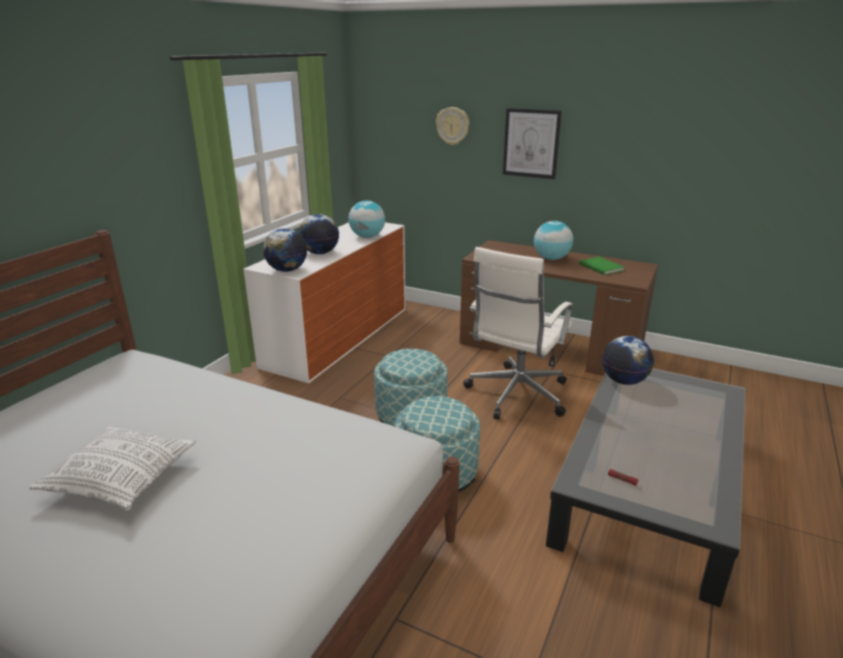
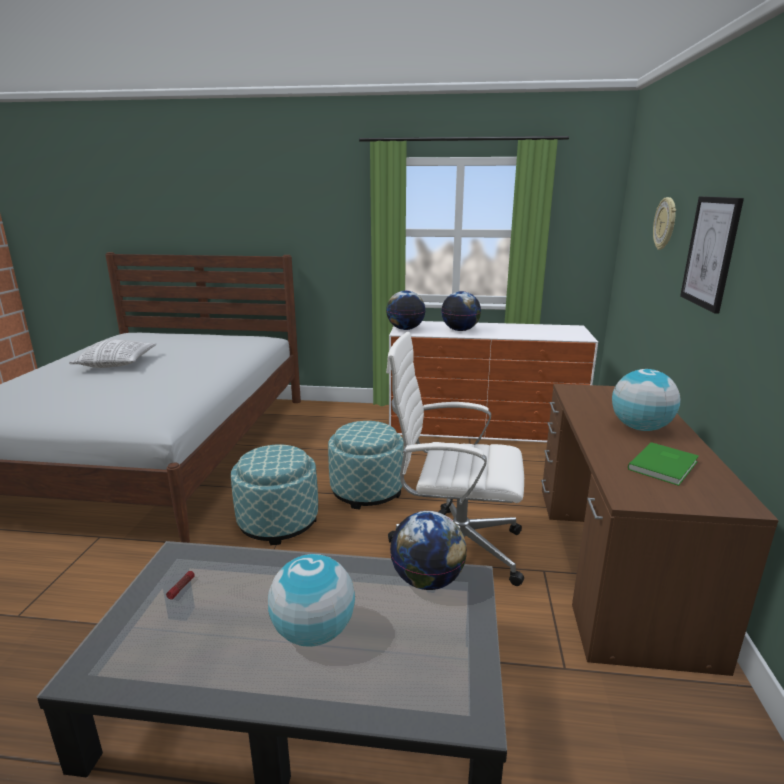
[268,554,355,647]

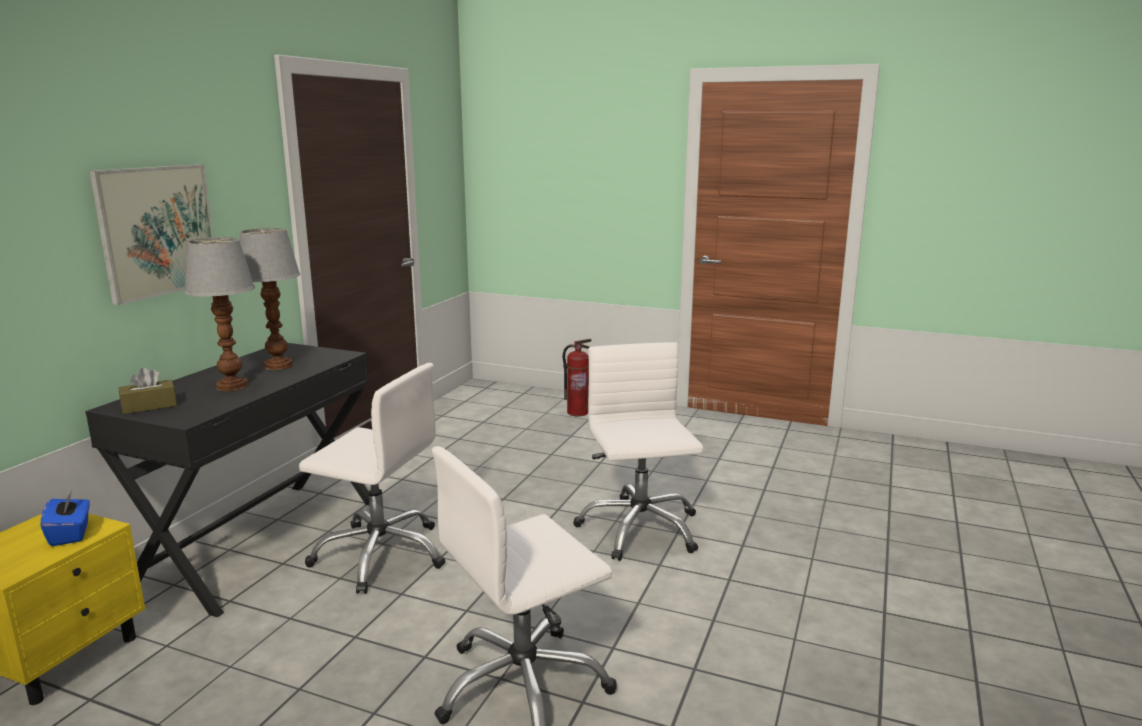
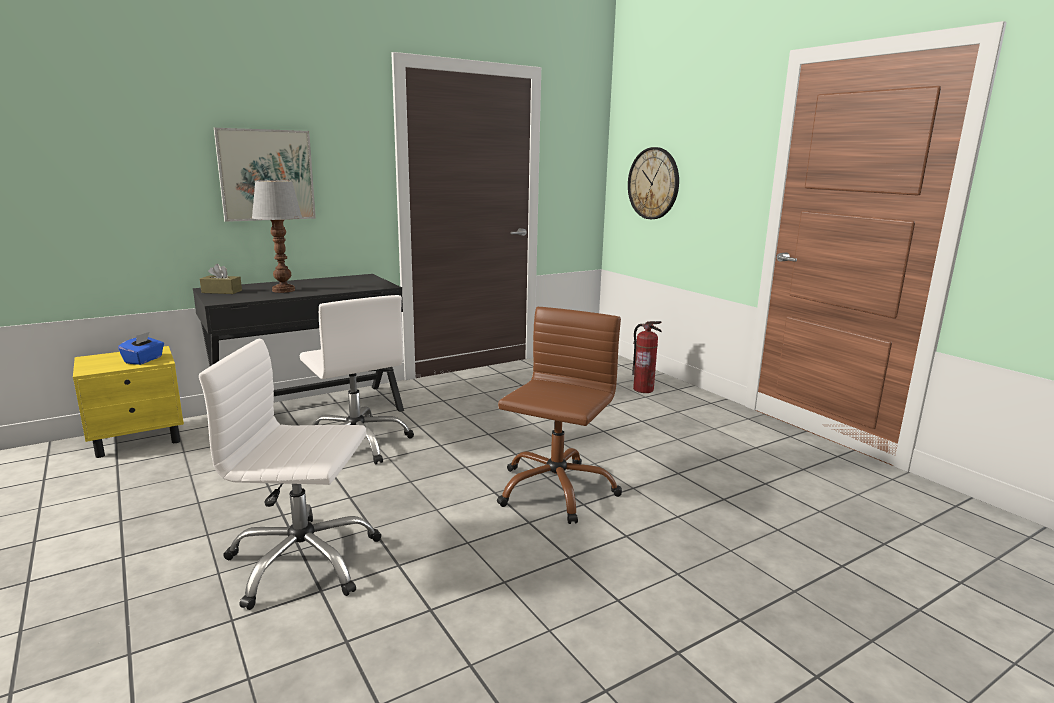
[240,228,301,370] (first image)
[628,147,679,219]
[497,307,622,524]

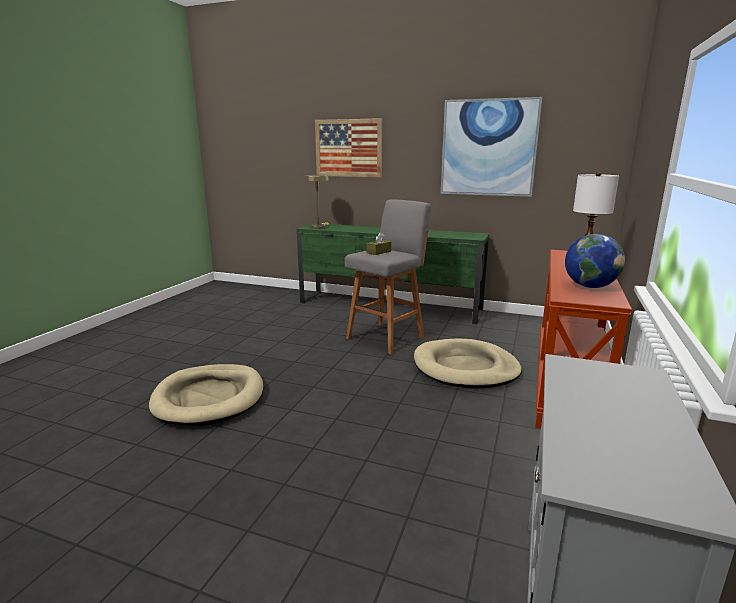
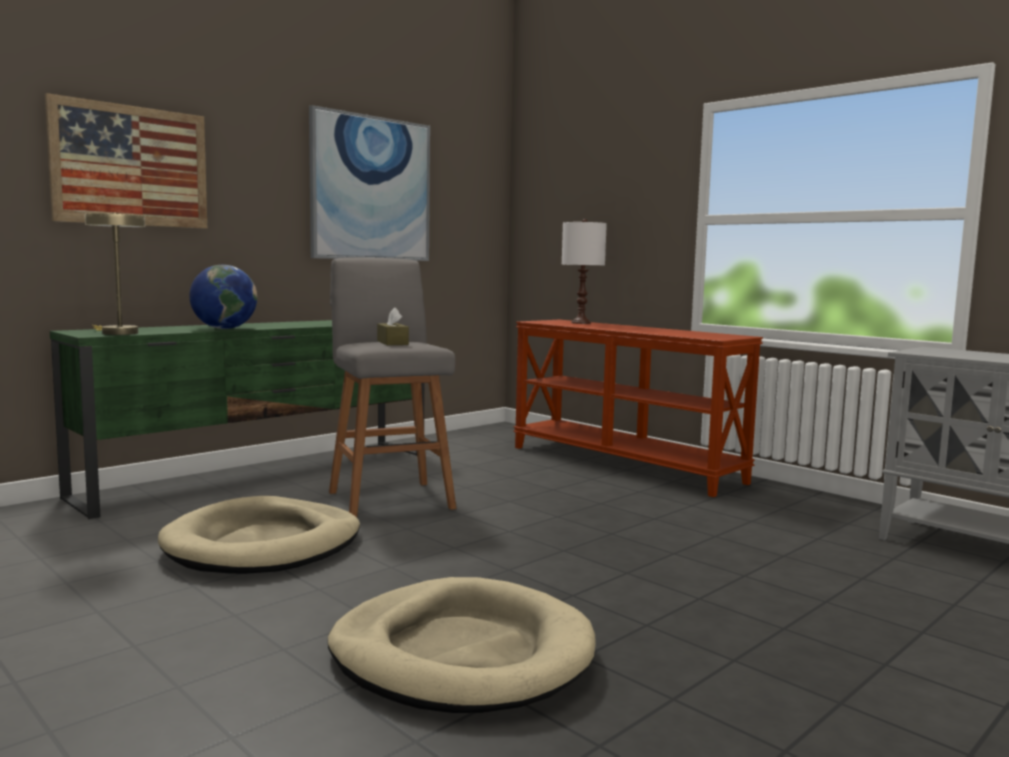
[158,496,360,574]
[189,265,257,329]

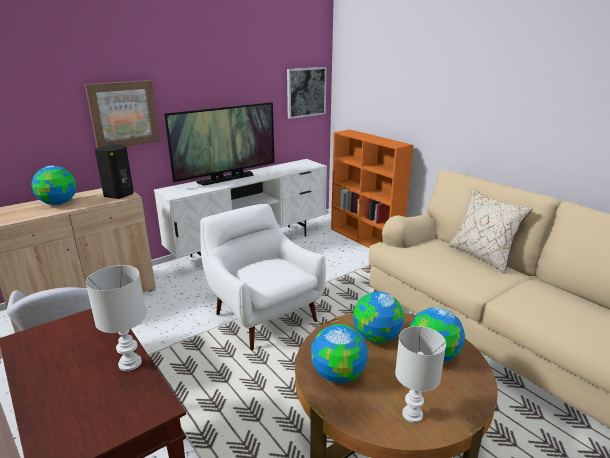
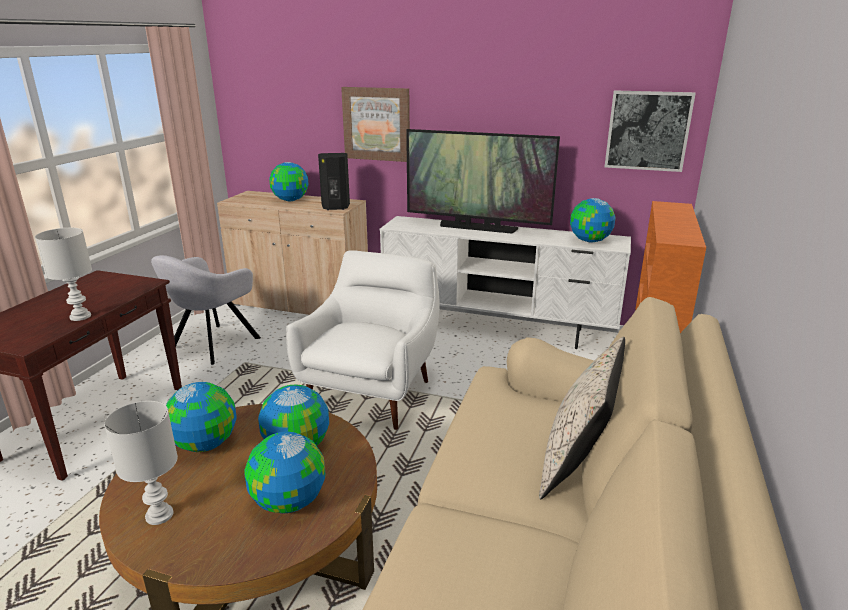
[570,198,616,243]

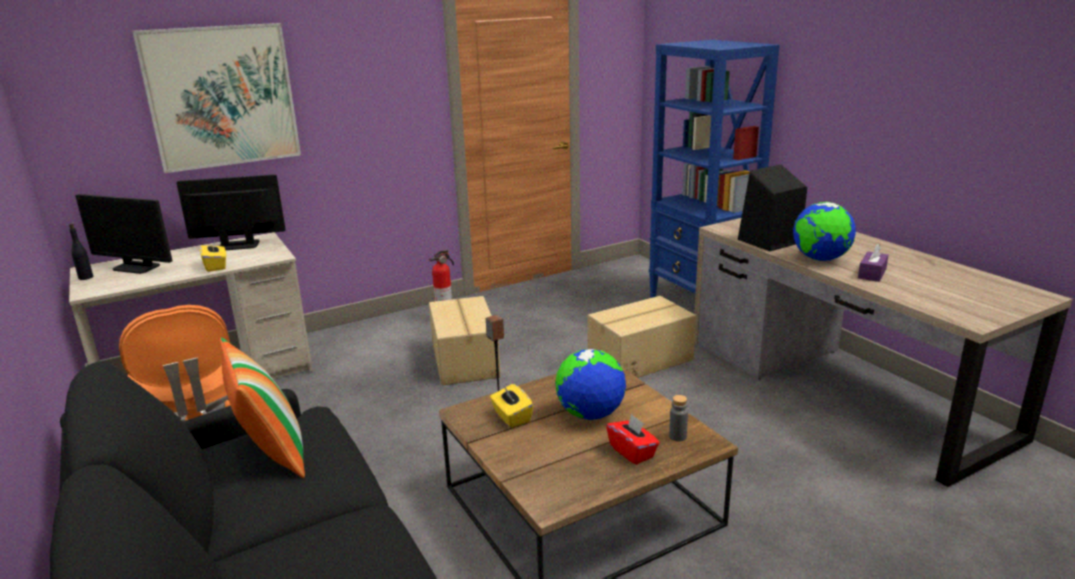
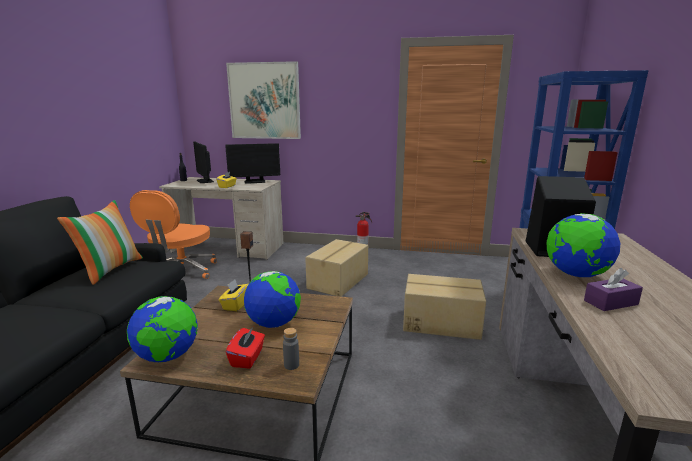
[127,296,198,362]
[225,143,280,184]

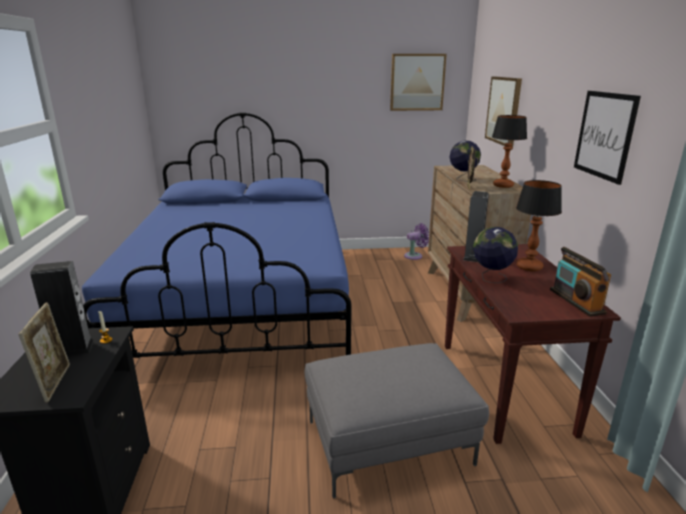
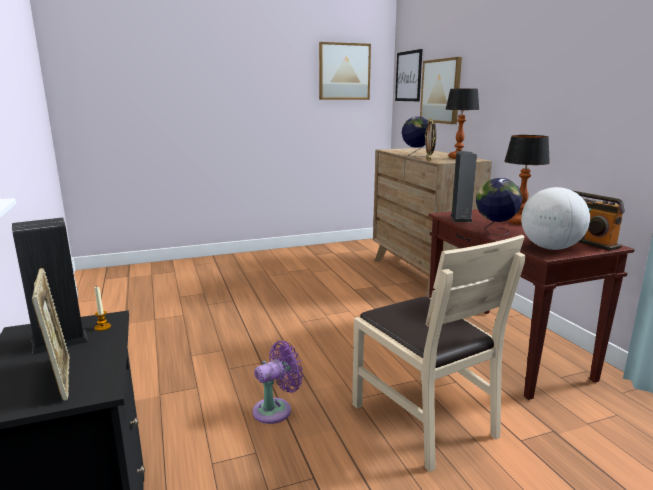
[82,112,351,358] (first image)
[521,187,590,250]
[253,341,303,424]
[395,49,423,101]
[352,235,525,472]

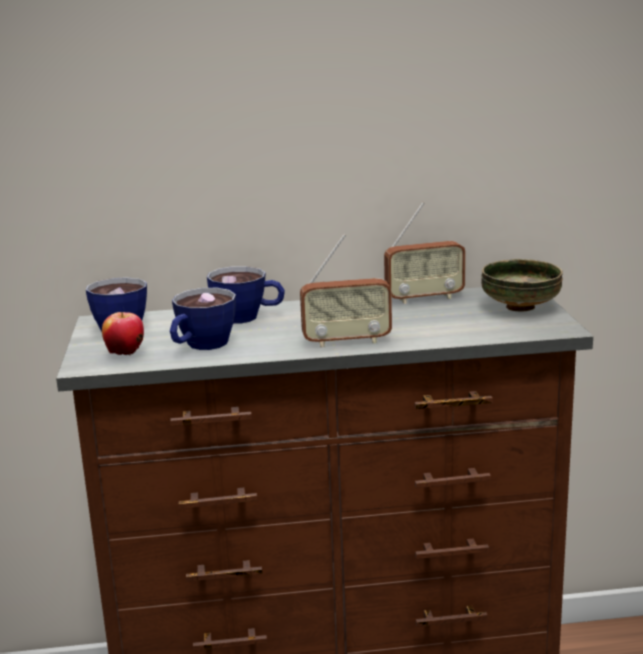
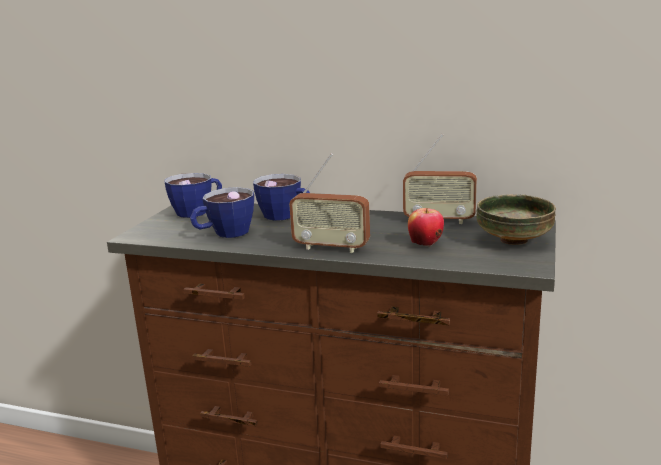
[408,208,444,247]

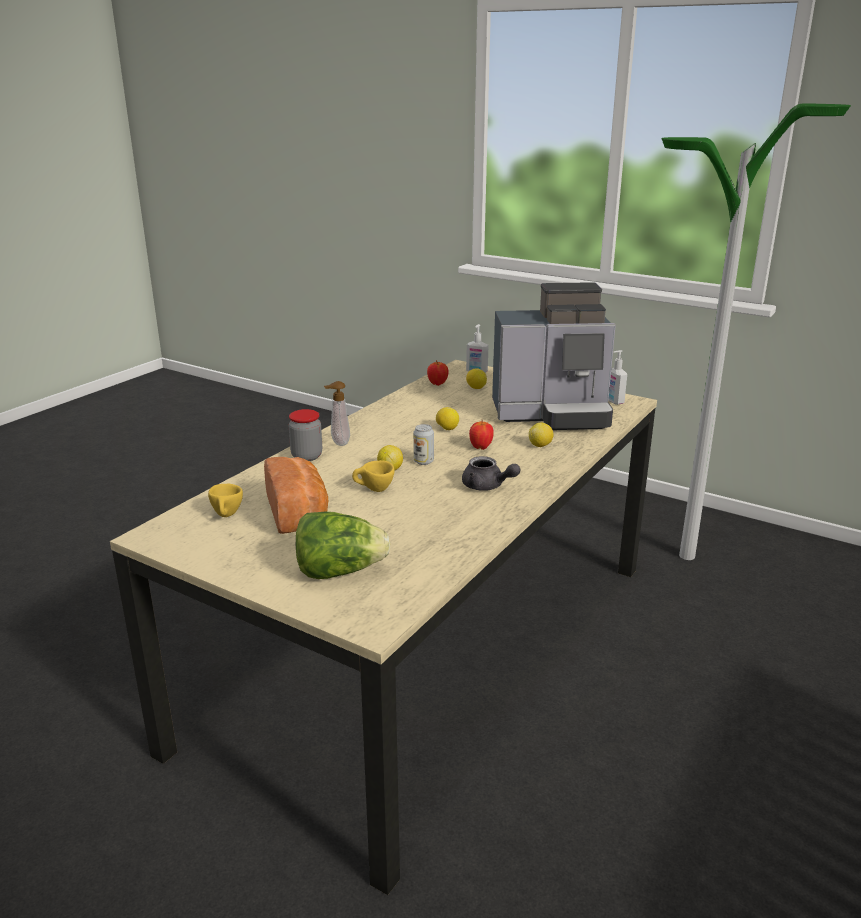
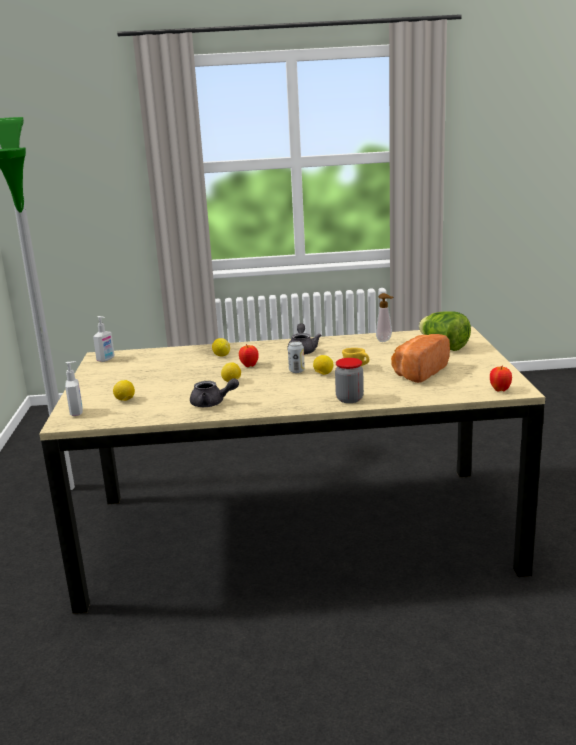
[208,484,243,517] (first image)
[492,282,616,430] (first image)
[190,378,239,407]
[376,293,393,342]
[490,367,512,392]

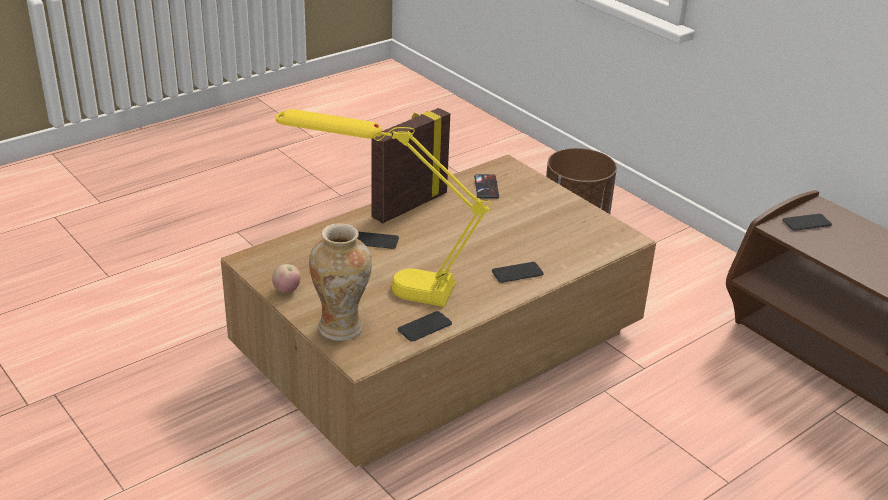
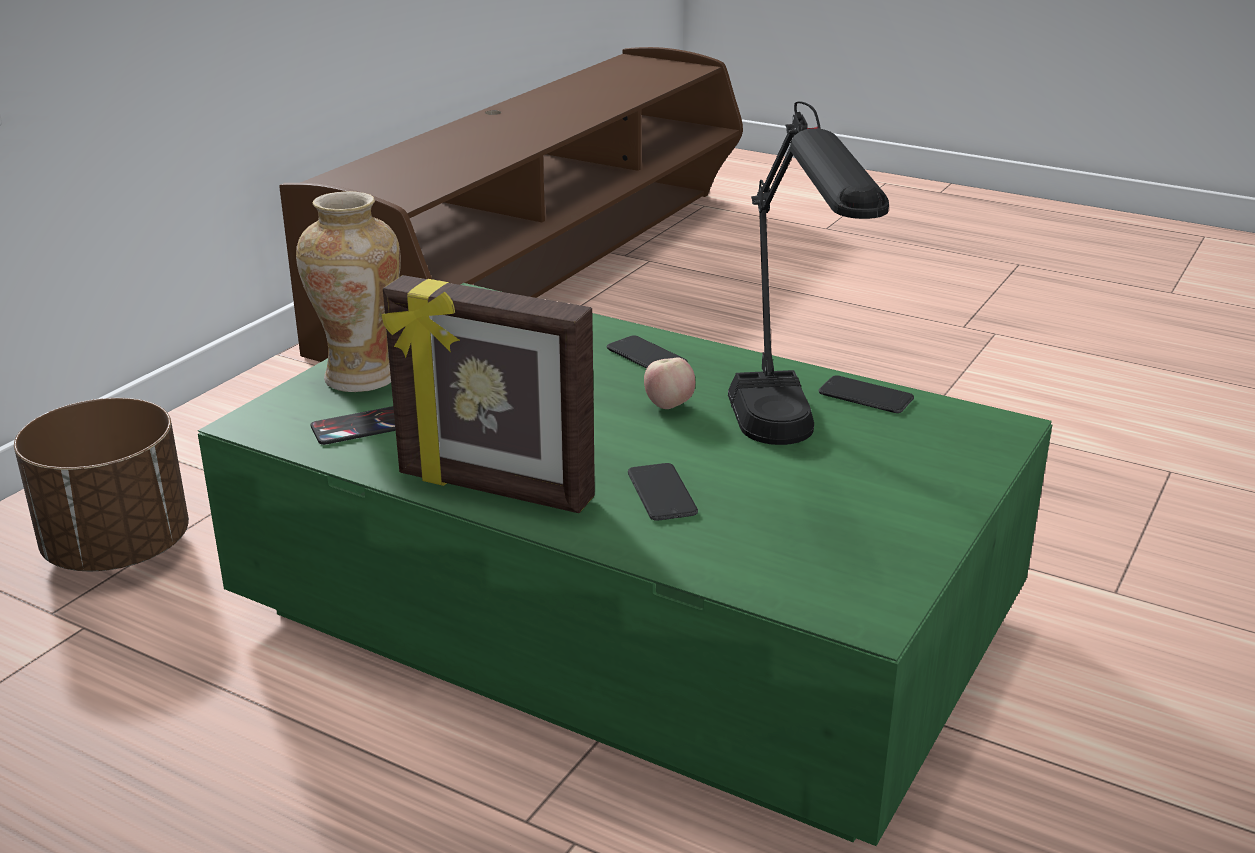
[782,214,832,231] (first image)
[644,357,695,409]
[296,191,401,392]
[198,283,1052,846]
[728,101,889,445]

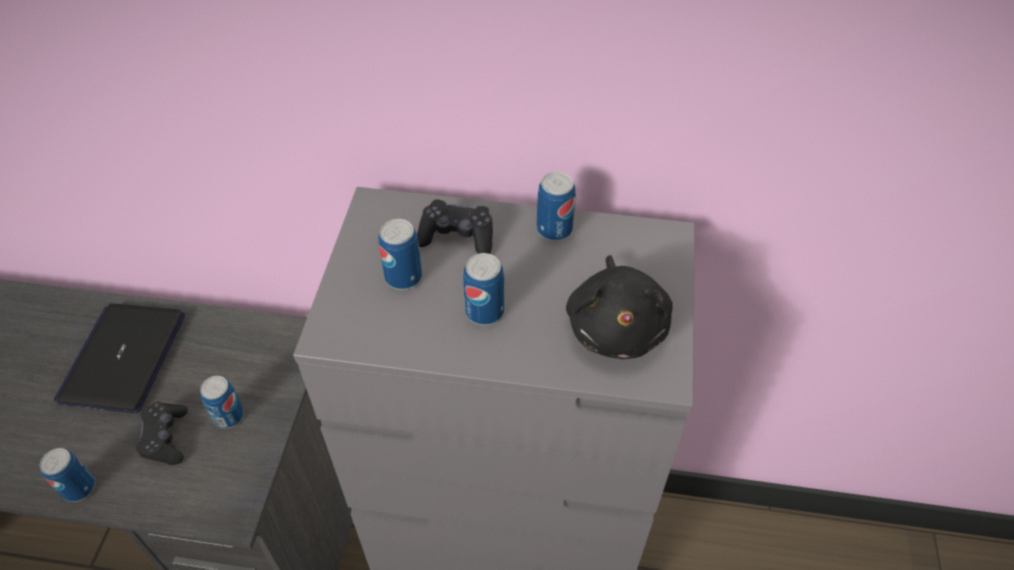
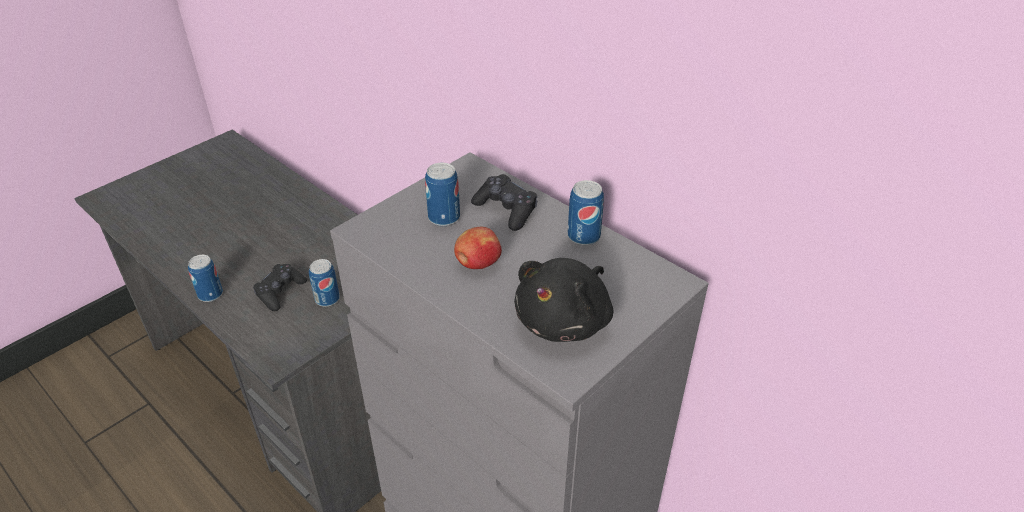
[54,304,185,413] (first image)
[454,227,502,269]

